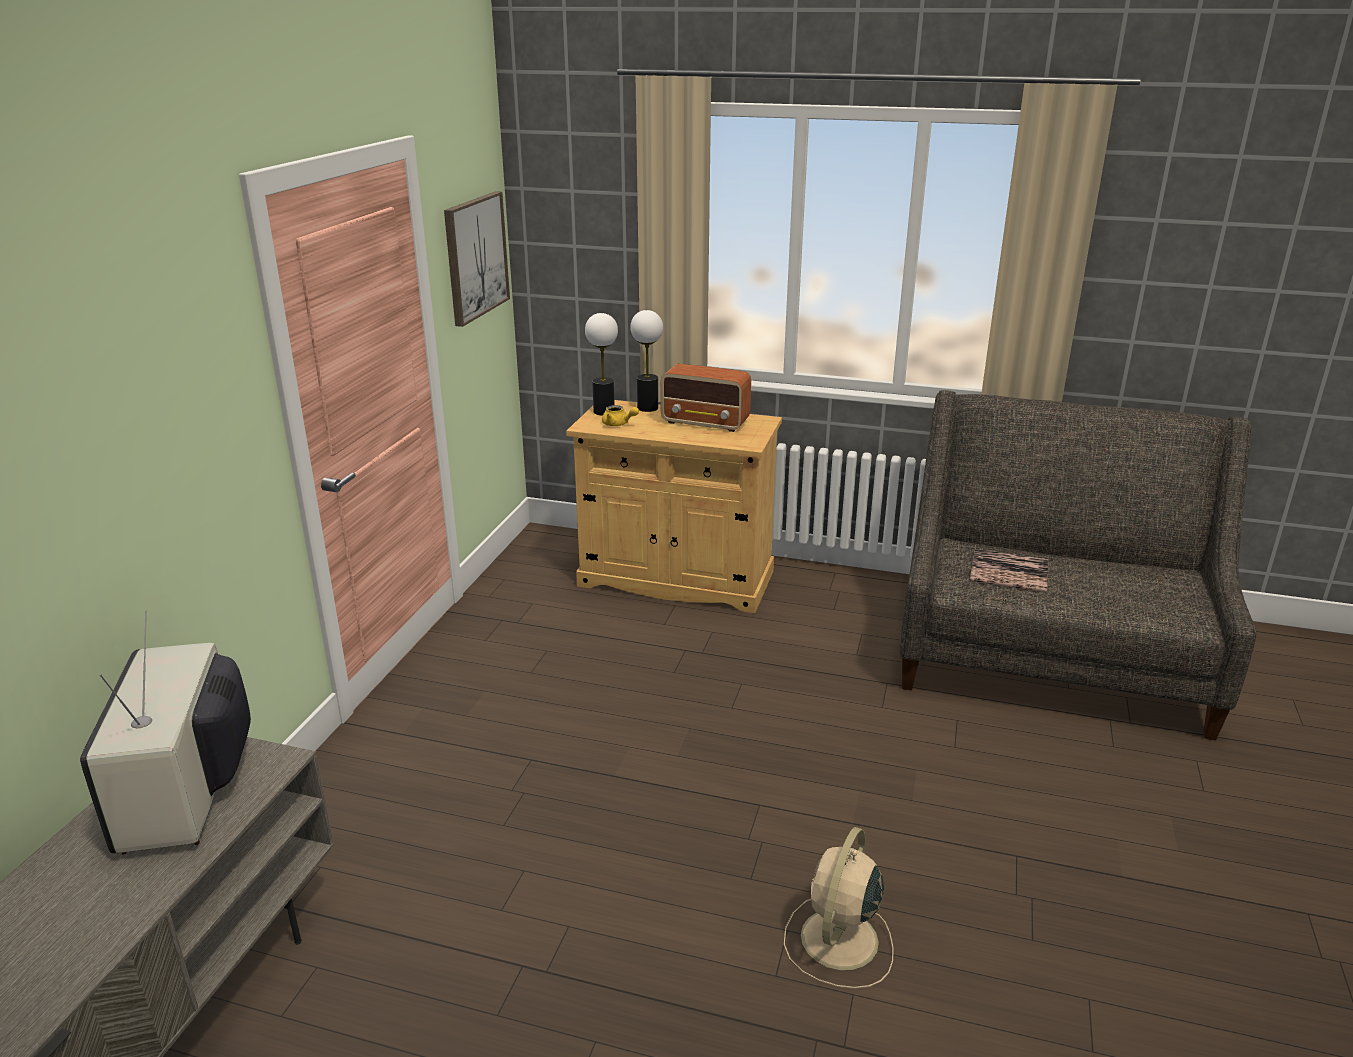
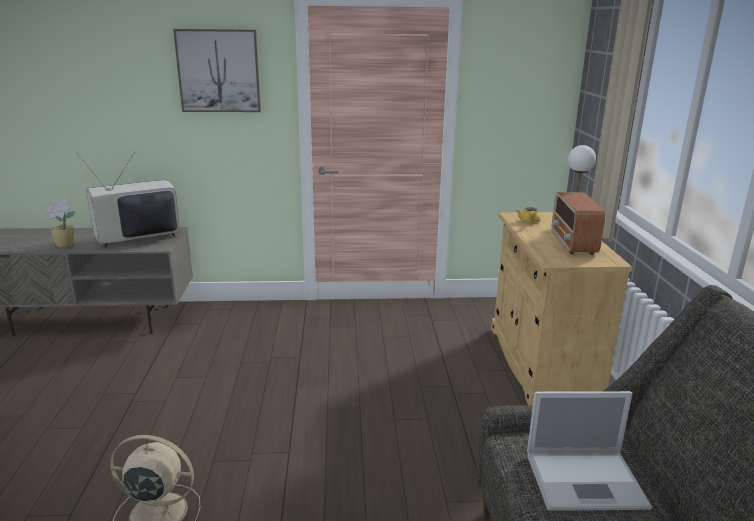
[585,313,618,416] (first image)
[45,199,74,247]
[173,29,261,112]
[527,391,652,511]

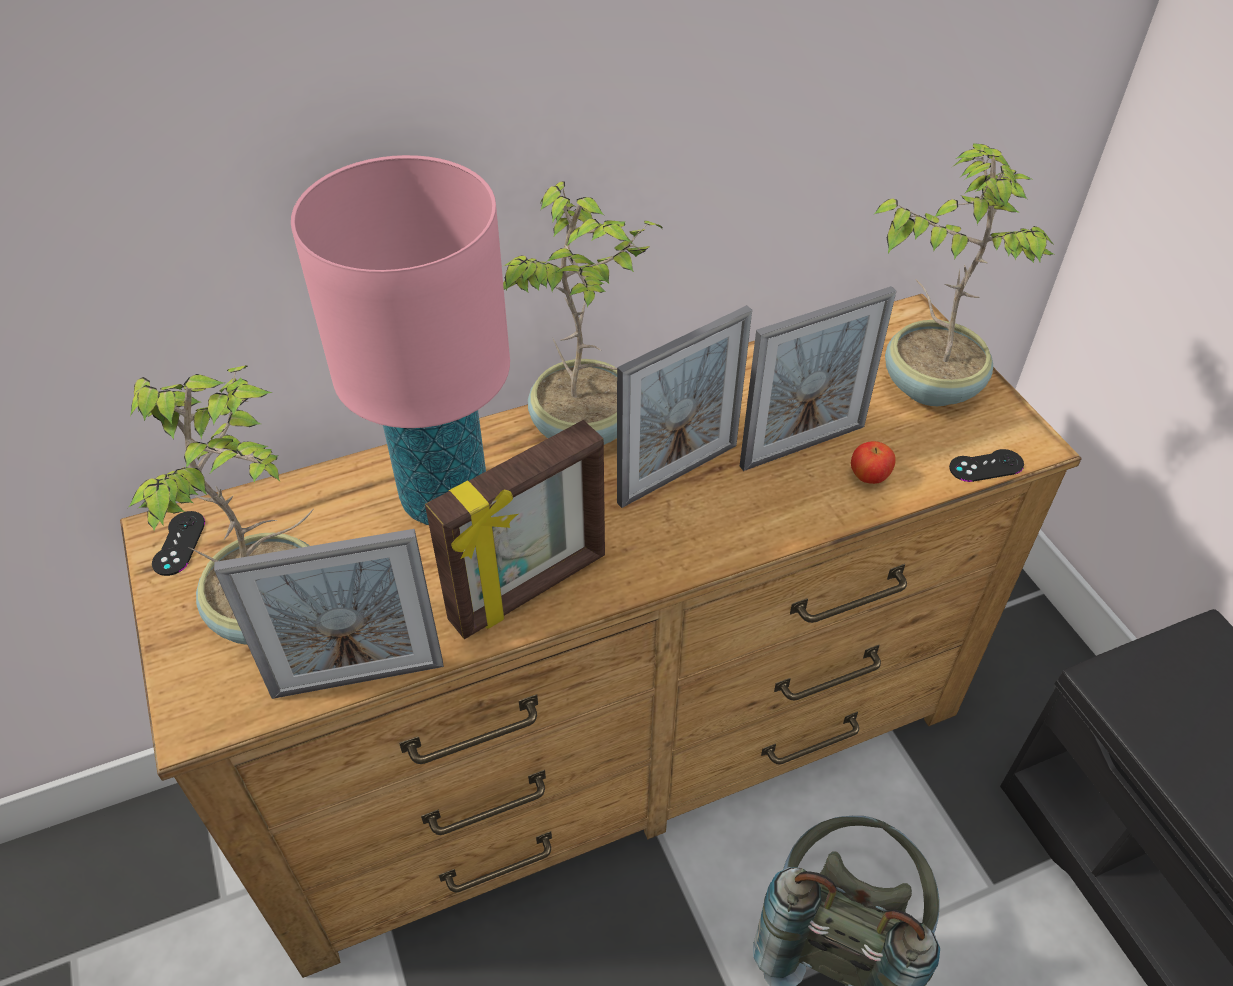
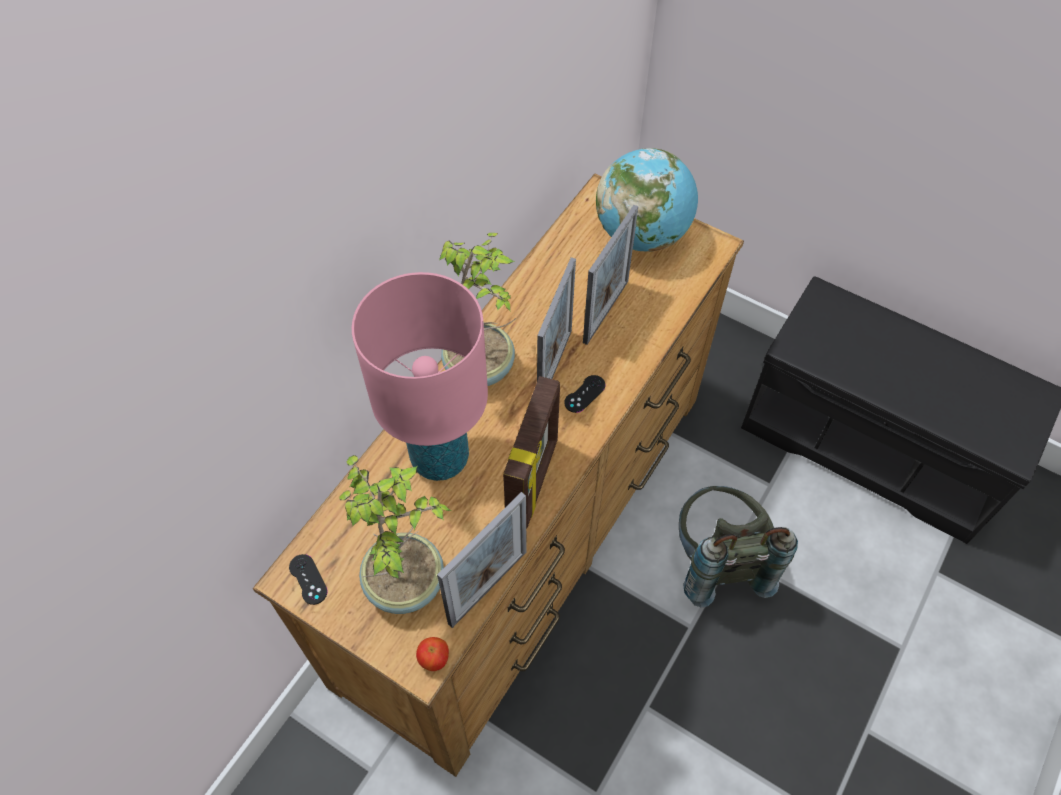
[416,637,449,671]
[564,375,606,413]
[596,148,698,252]

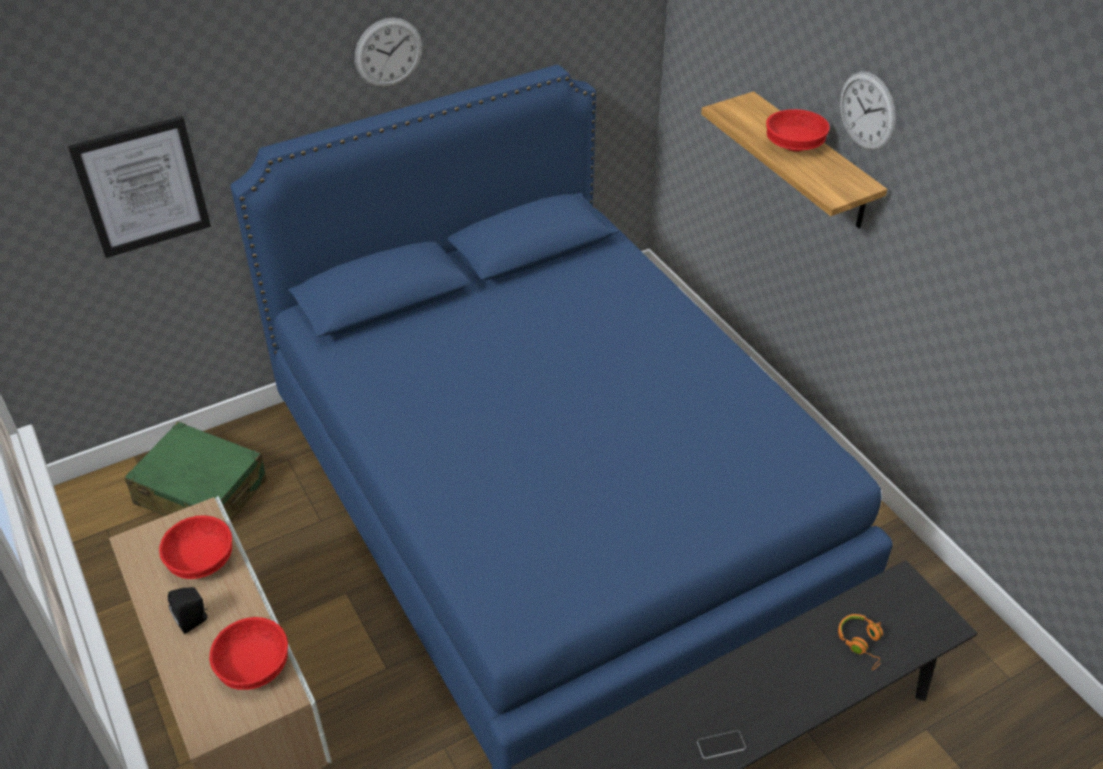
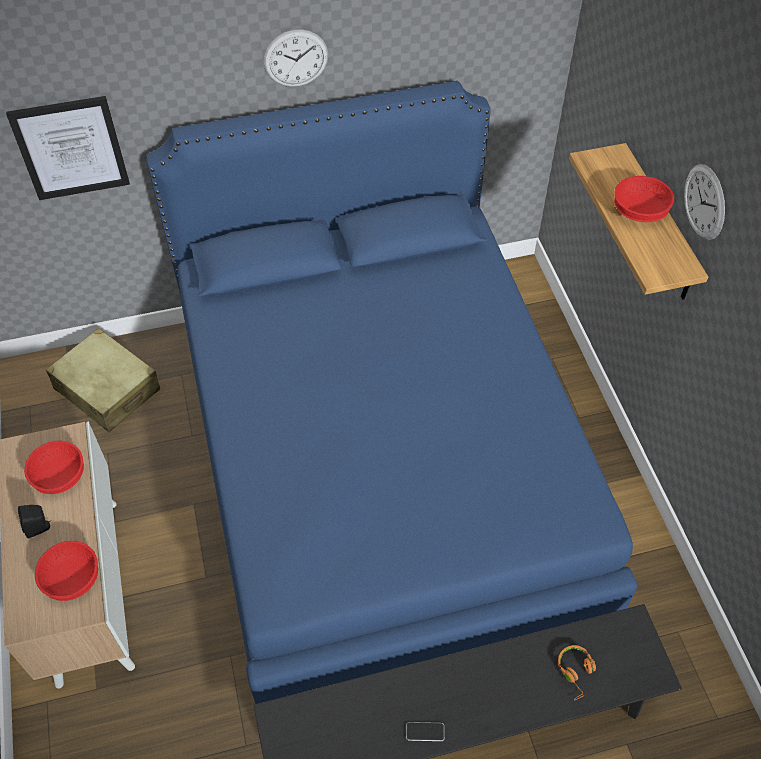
[46,328,160,433]

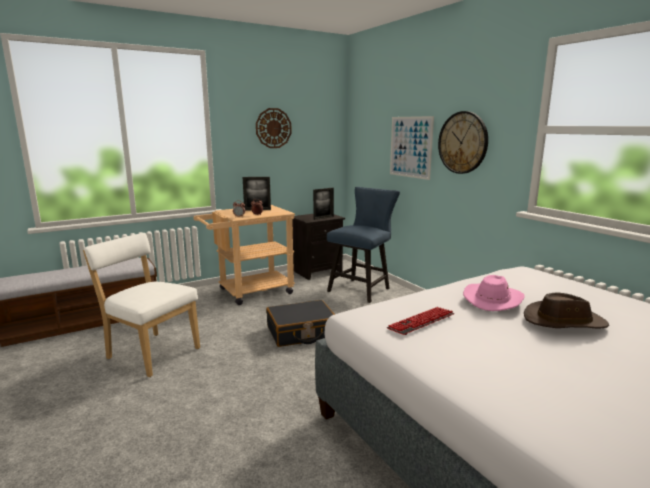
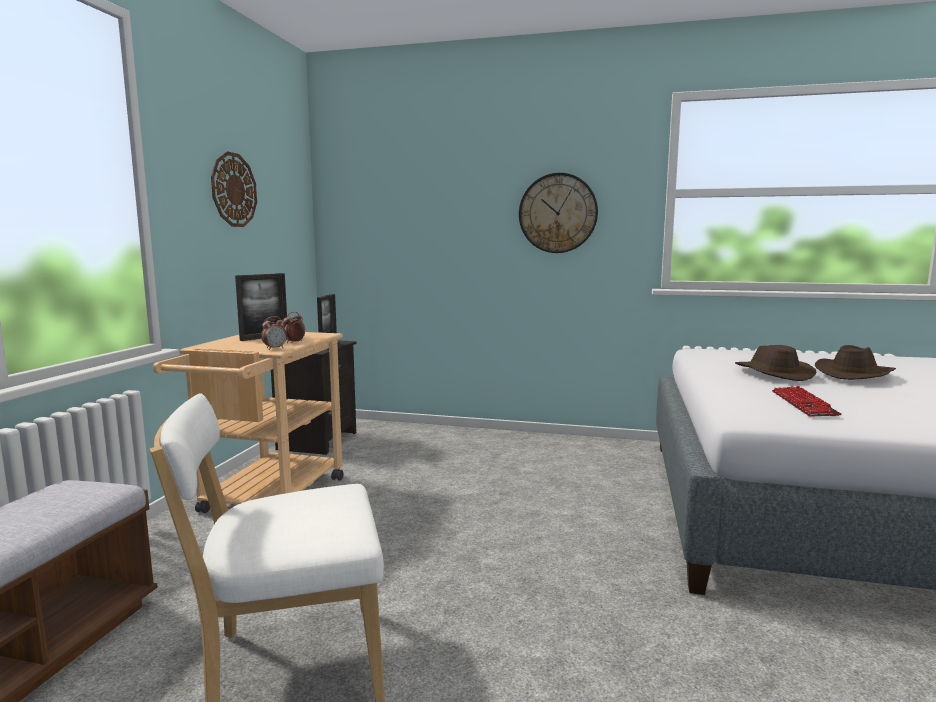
[266,300,335,347] (first image)
[327,187,400,303] (first image)
[390,116,434,180] (first image)
[735,345,816,381]

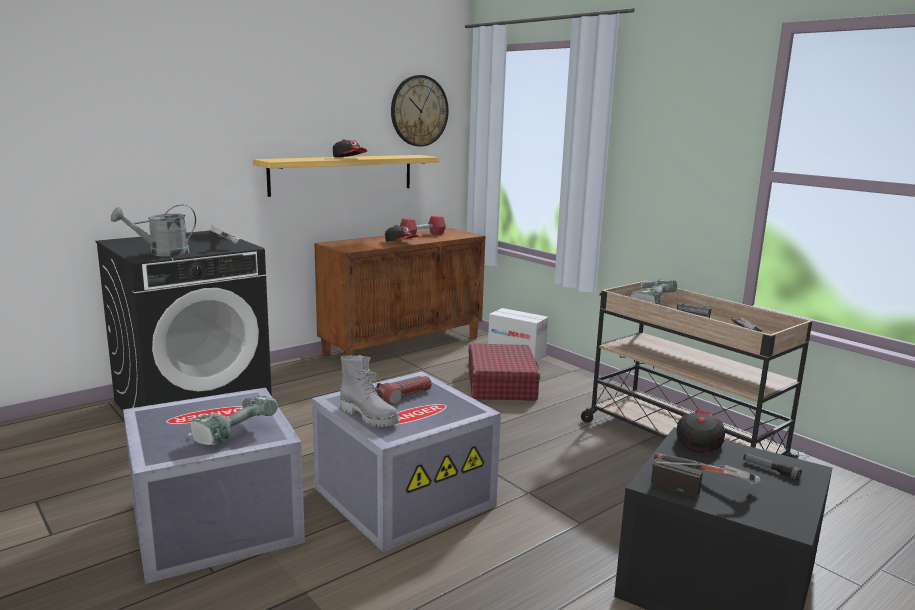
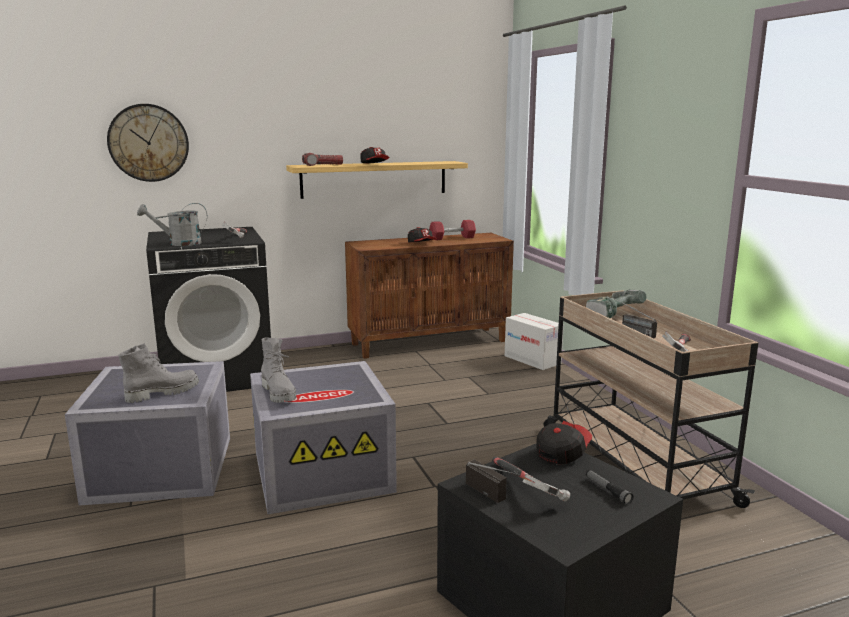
[468,344,540,401] (first image)
[302,153,343,166]
[107,104,189,182]
[118,344,199,403]

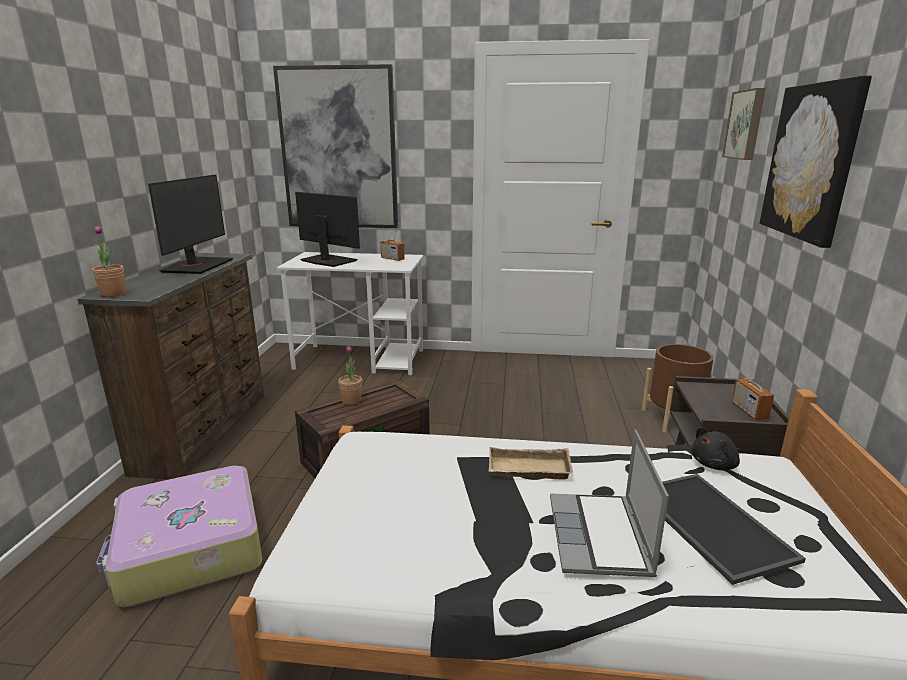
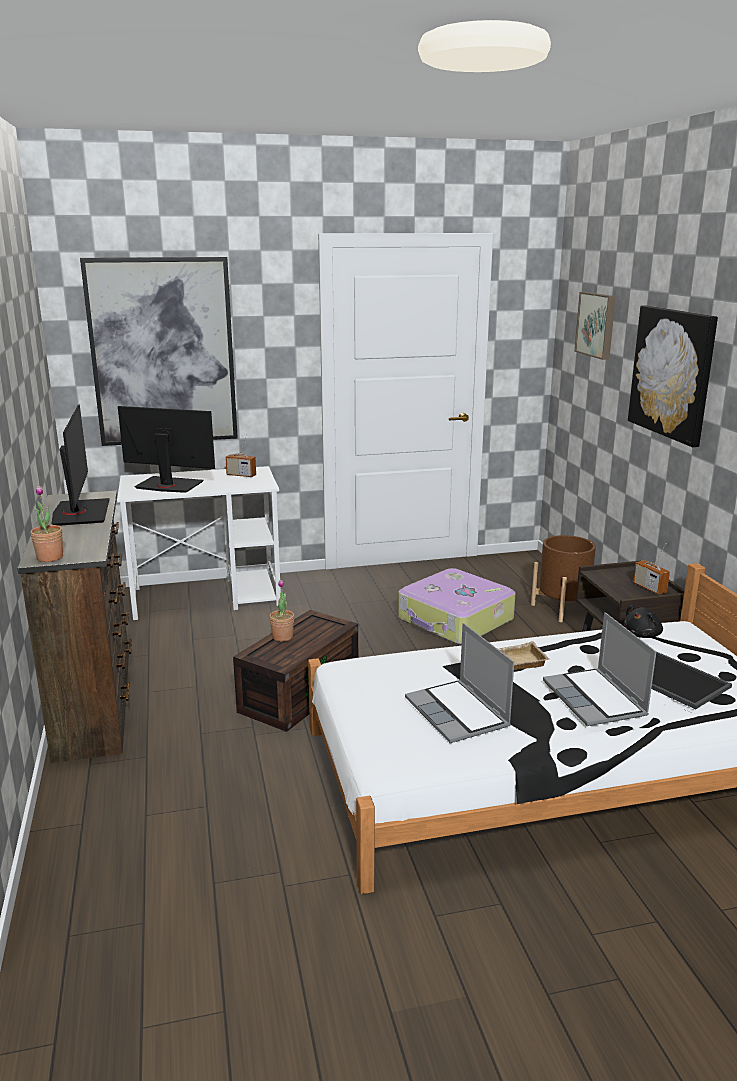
[405,623,514,743]
[398,568,516,645]

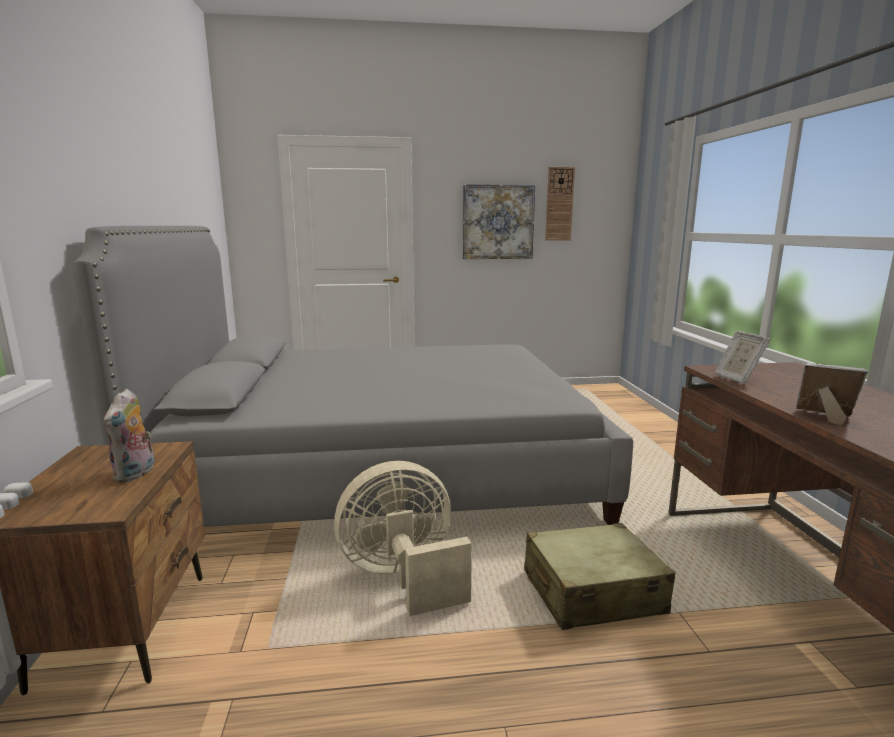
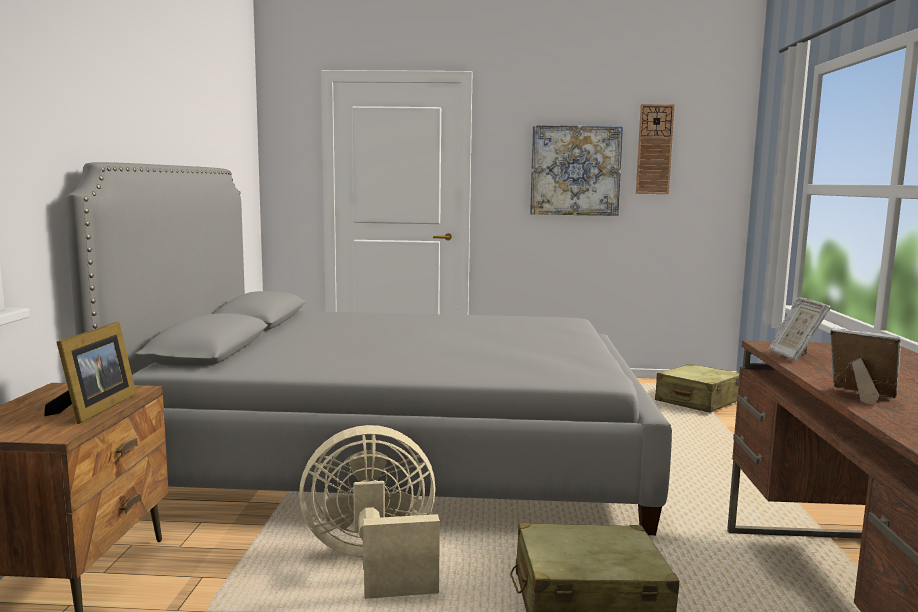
[655,364,739,413]
[44,322,136,424]

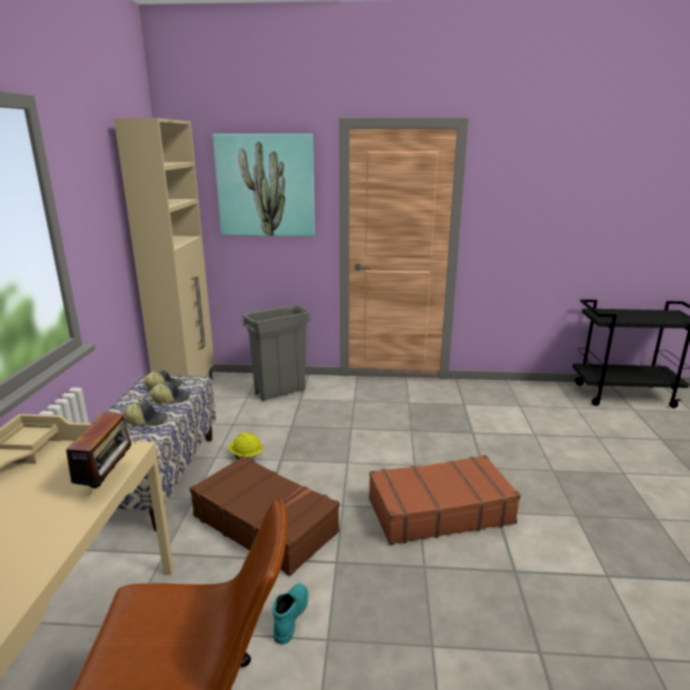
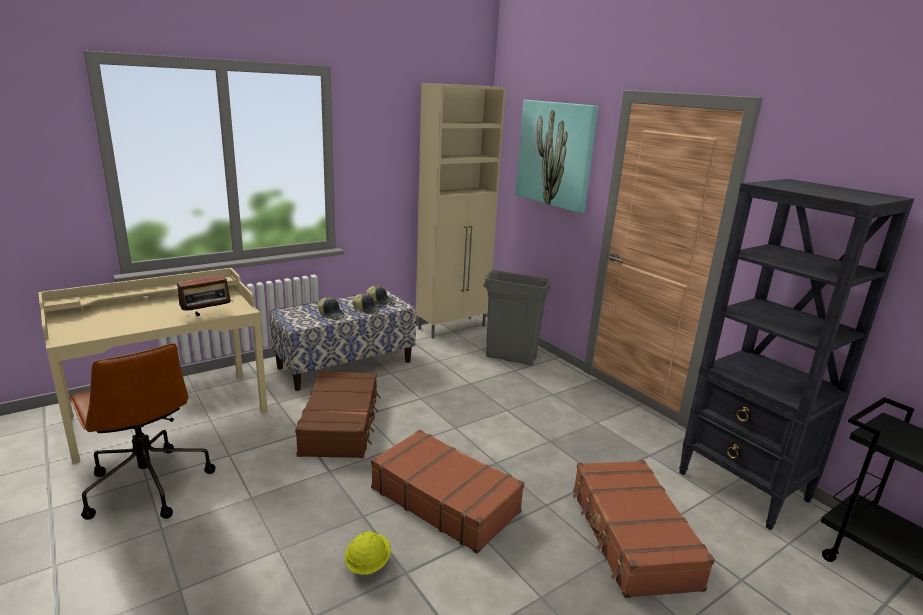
[273,584,308,645] (first image)
[573,460,715,598]
[679,179,914,530]
[345,532,391,575]

